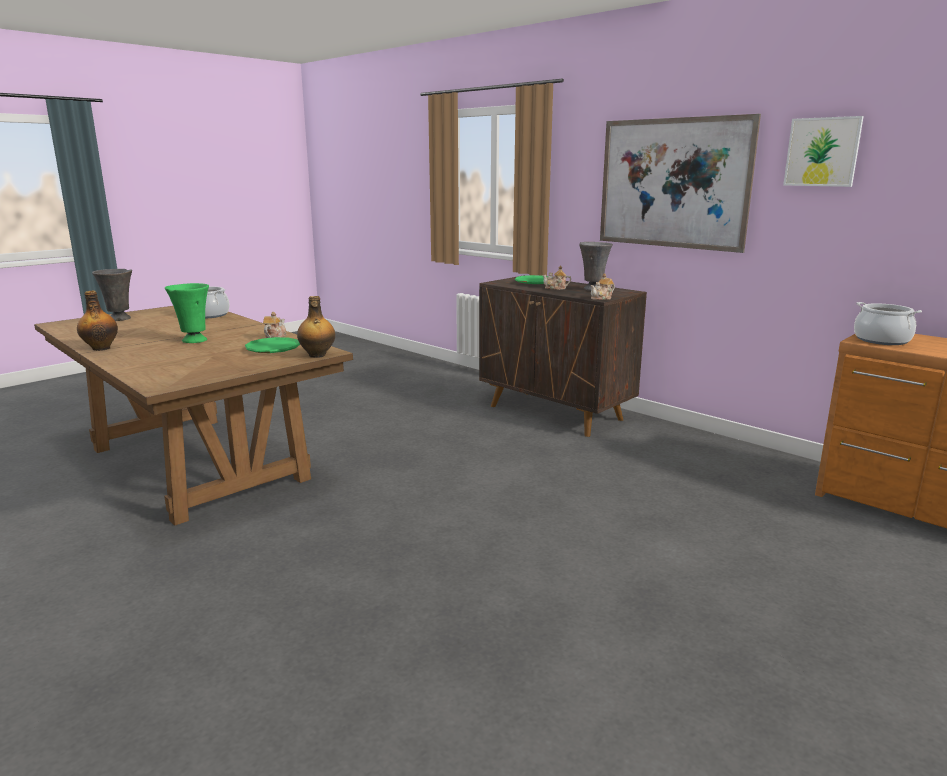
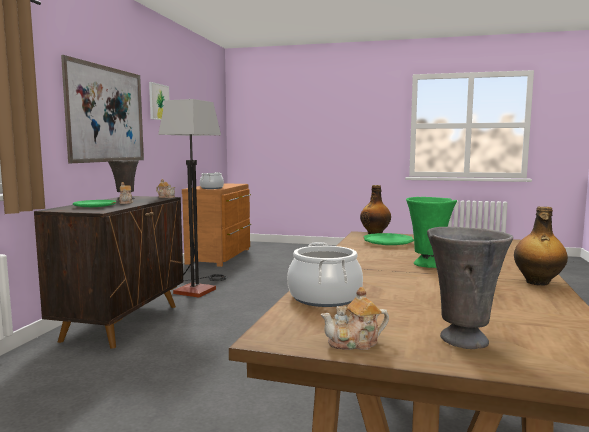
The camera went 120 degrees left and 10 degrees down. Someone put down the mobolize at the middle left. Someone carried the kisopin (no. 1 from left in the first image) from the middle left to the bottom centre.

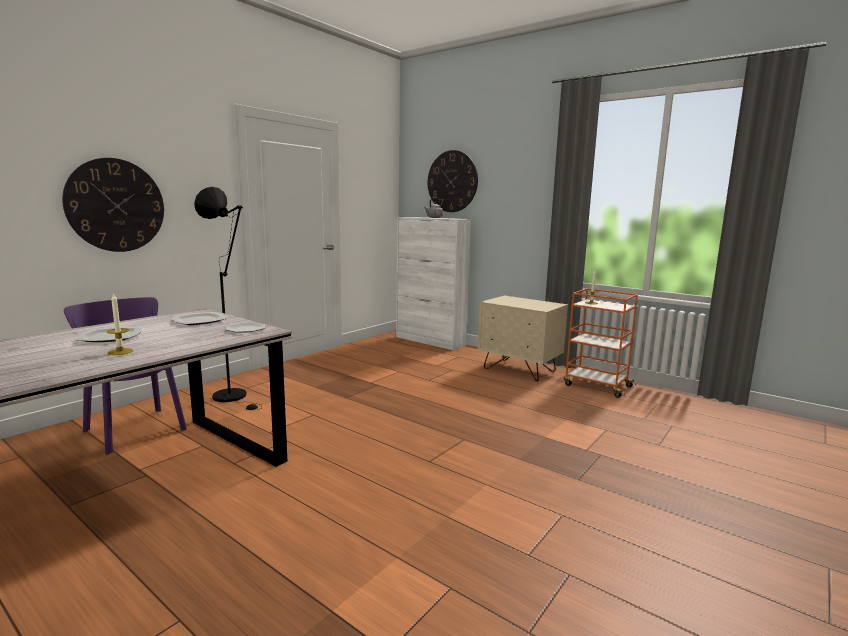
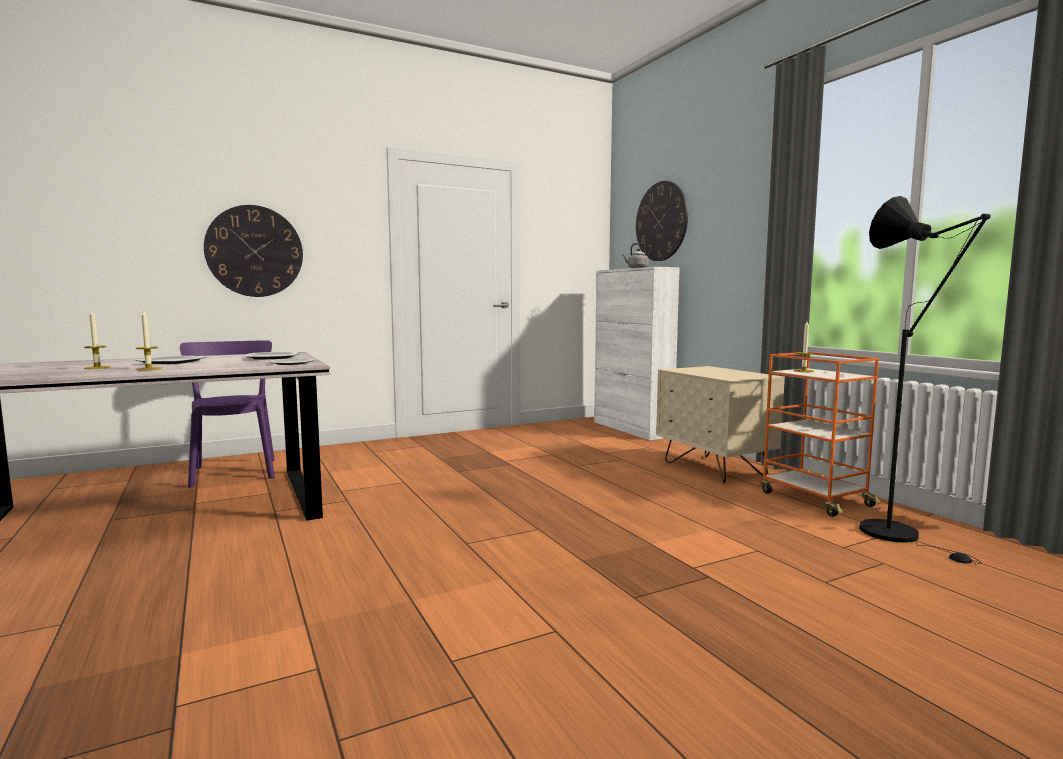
The camera went 25 degrees right and 5 degrees down. Someone put down the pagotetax (no. 1 from left) at the middle left. Someone carried the black_mobolize from the middle left to the middle right.

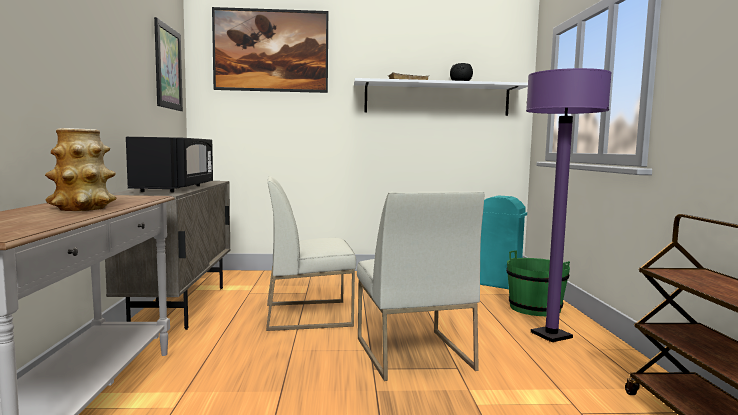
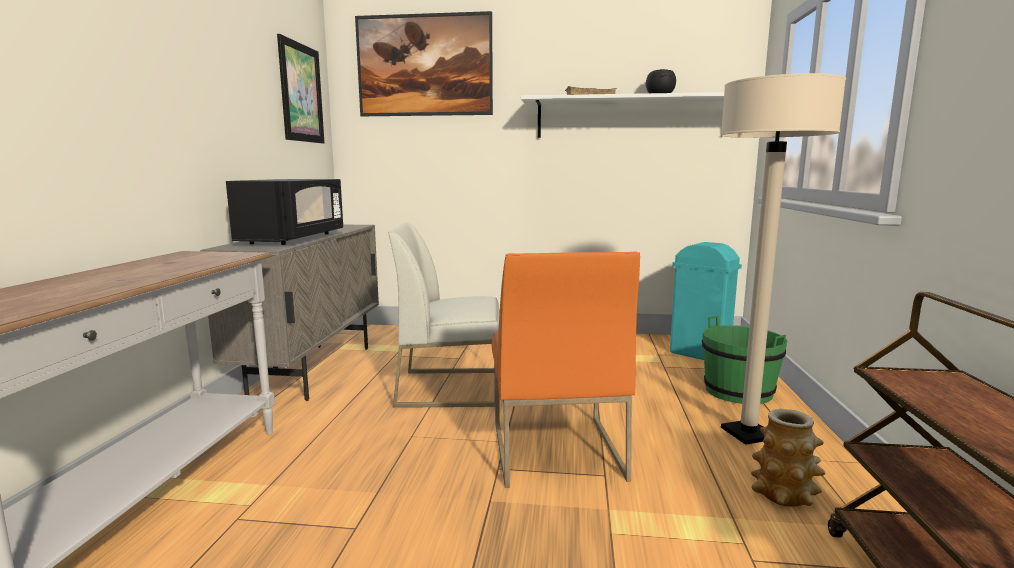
The camera went 10 degrees right and 5 degrees up. Someone carried the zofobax from the middle left to the bottom right. Someone repainted the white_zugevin (no. 2 from left) at the bottom centre, which became the orange_zugevin at the centre. Someone repainted the purple_mobolize at the middle right, which became the beige_mobolize at the middle right.

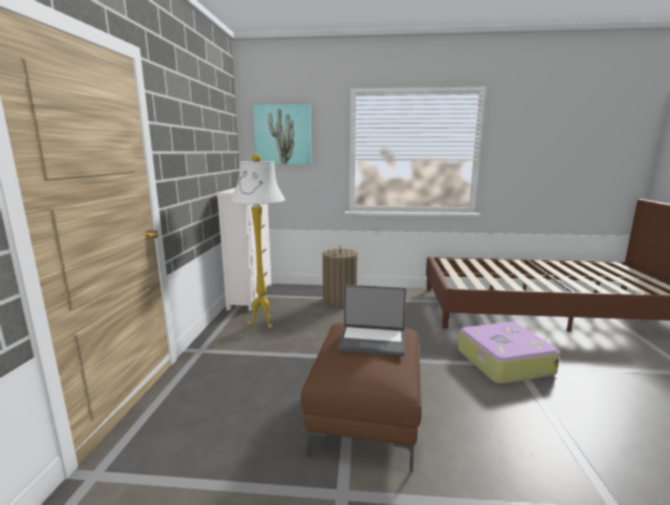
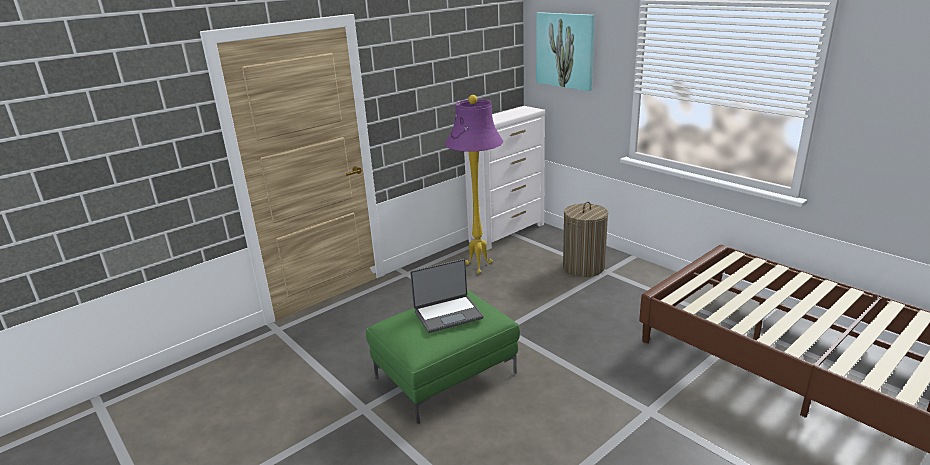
The camera went 45 degrees right and 10 degrees up. Someone took away the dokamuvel at the bottom right. Someone repainted the white_mobolize at the centre, which became the purple_mobolize at the centre. Someone repainted the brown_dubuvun at the bottom centre, which became the green_dubuvun at the bottom centre. Someone rotated the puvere at the centre by 75 degrees counterclockwise.

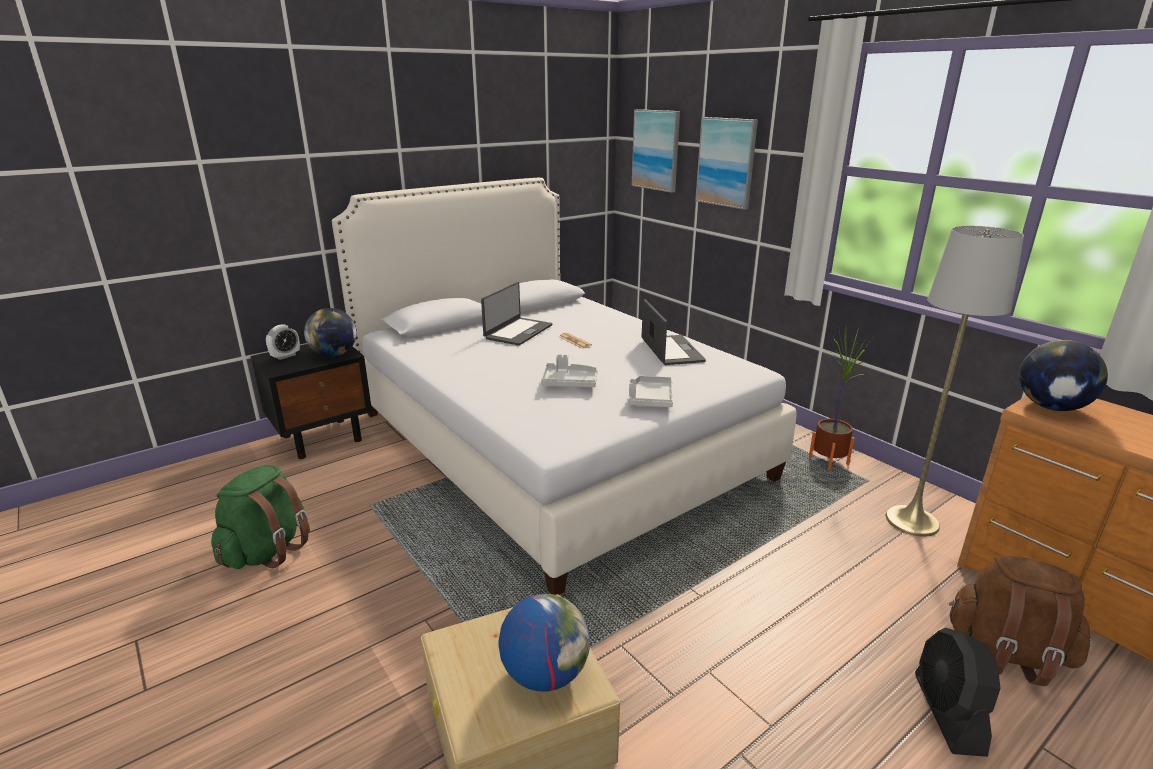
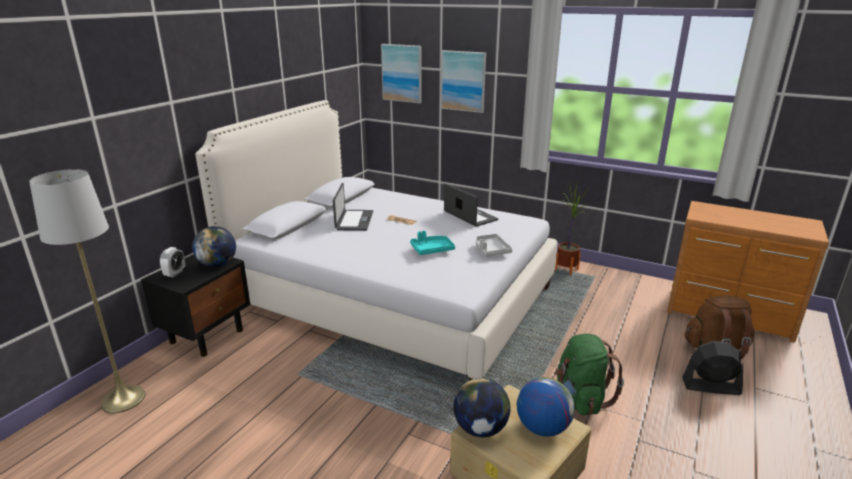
The camera went 25 degrees left and 0 degrees up. Someone carried the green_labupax from the bottom left to the bottom right. Someone carried the grey_mobolize from the middle right to the middle left. Someone carried the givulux (no. 3 from left in the first image) from the middle right to the bottom centre. Someone repainted the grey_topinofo (no. 1 from left) at the centre, which became the turquoise_topinofo at the centre. Someone rotated the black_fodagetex at the bottom right by 120 degrees clockwise.

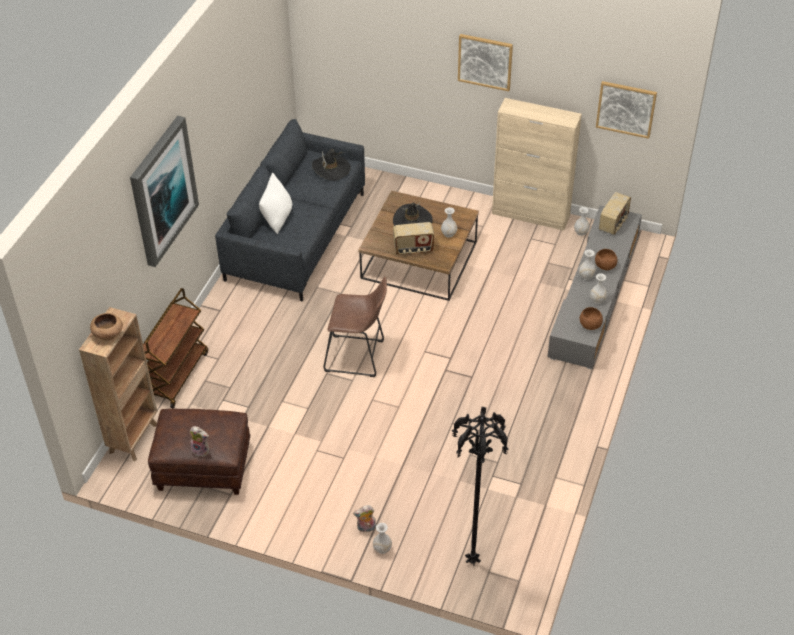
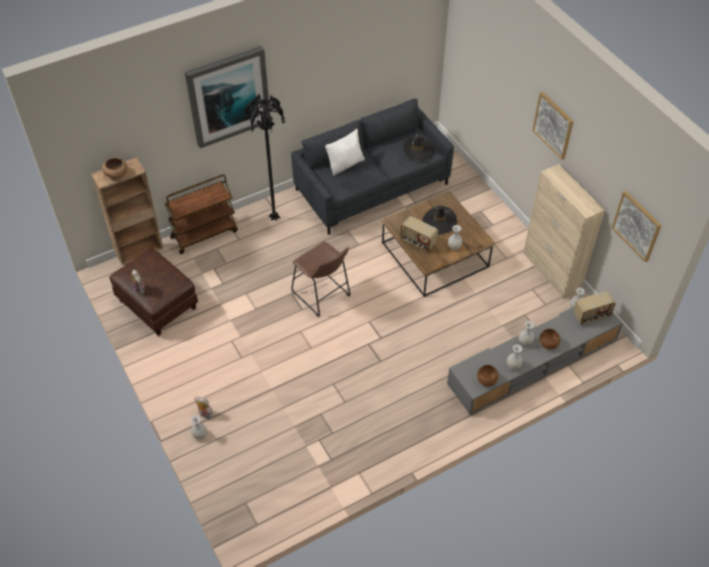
The camera went 40 degrees right and 5 degrees up. Someone carried the black_mobolize from the bottom centre to the top centre.

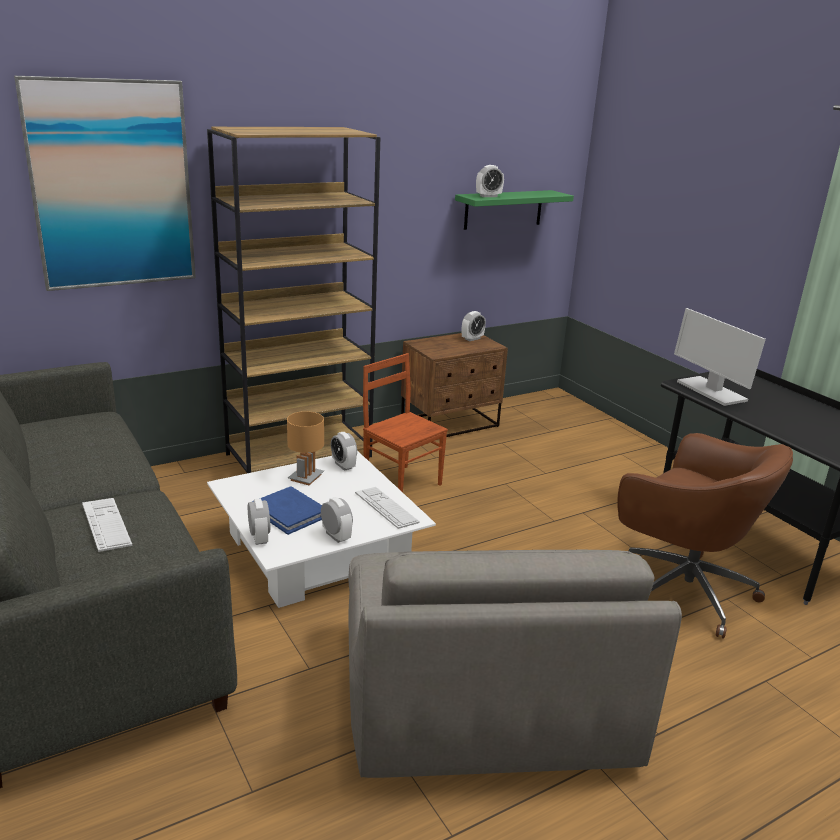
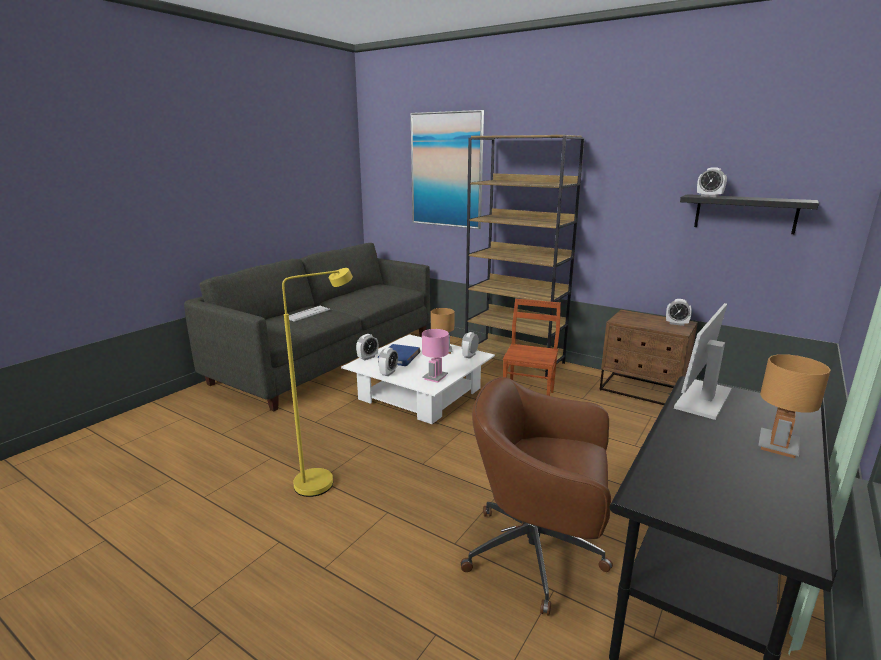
The camera went 65 degrees right and 5 degrees down. Someone put down the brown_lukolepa (no. 2 from left) at the middle right. Someone swapped the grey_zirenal at the bottom centre for the yellow_mobolize at the centre. Someone swapped the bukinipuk (no. 2 from left) at the centre for the pink_lukolepa at the centre. Someone repainted the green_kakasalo at the top centre, which became the black_kakasalo at the top right. Someone rotated the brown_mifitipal at the middle right by 90 degrees clockwise.

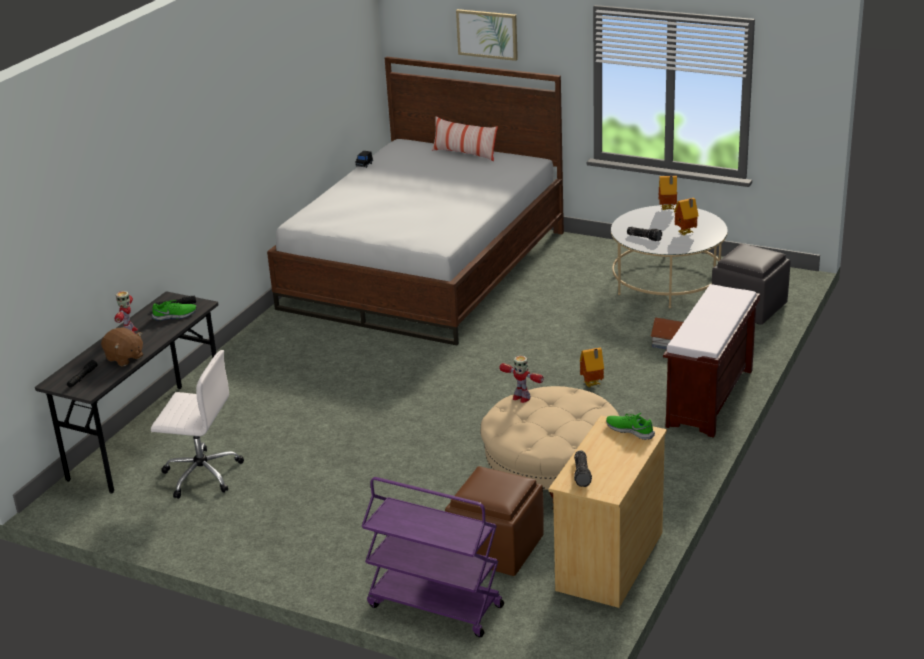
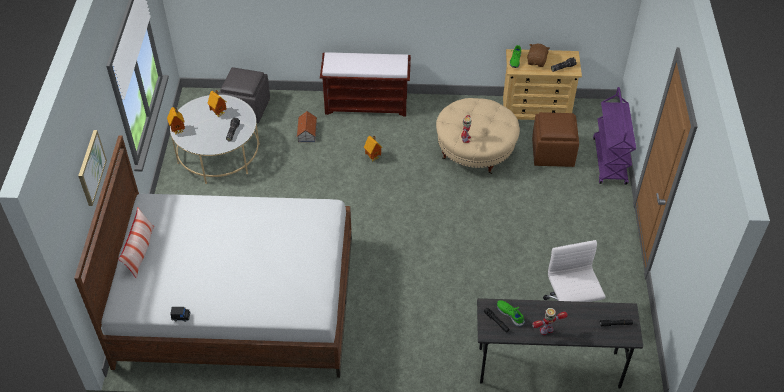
The camera went 115 degrees left and 20 degrees up. Someone carried the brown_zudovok from the middle left to the top right.

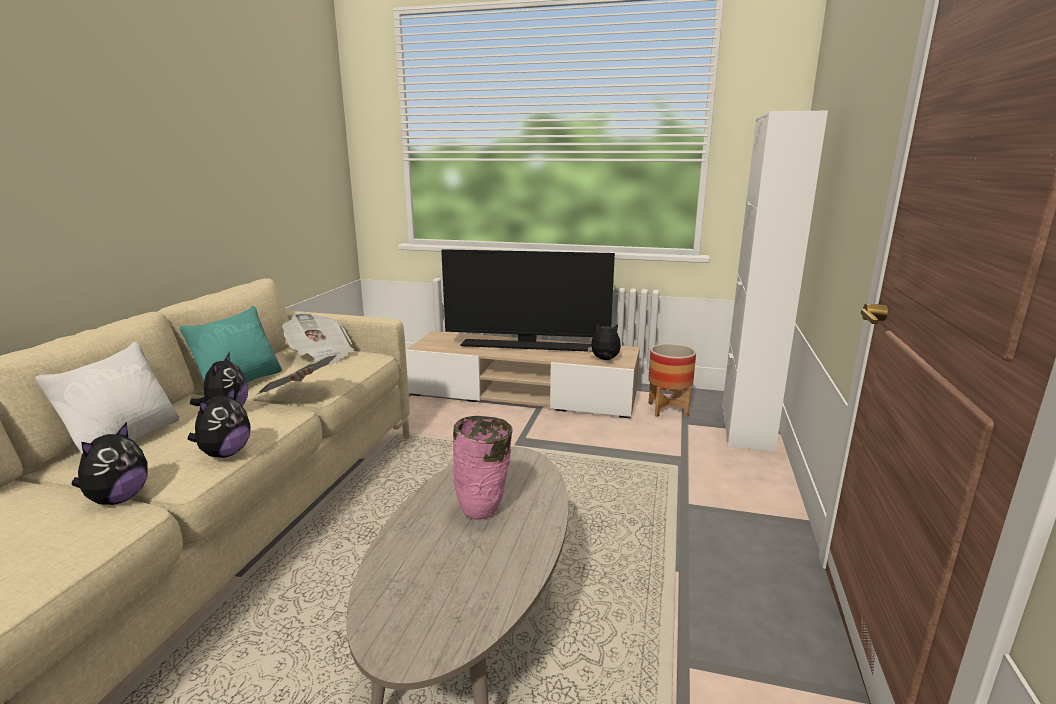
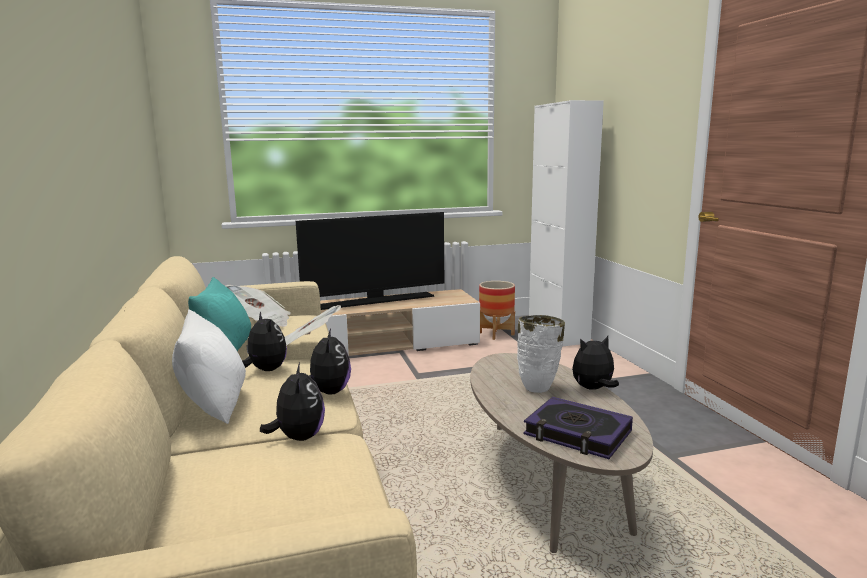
The camera went 30 degrees left and 5 degrees down. Someone put down the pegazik at the bottom right. Someone carried the zudovok (no. 4 from left) from the centre to the middle right. Someone repainted the pink_zofobax at the centre, which became the white_zofobax at the centre.

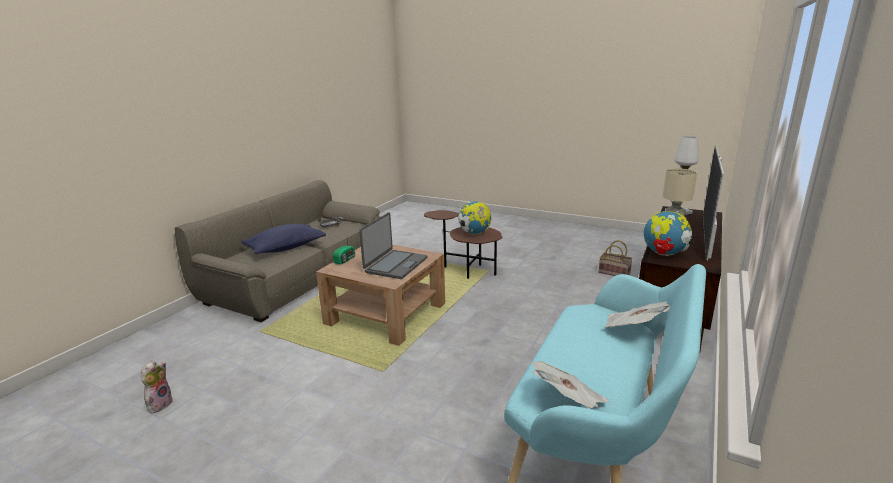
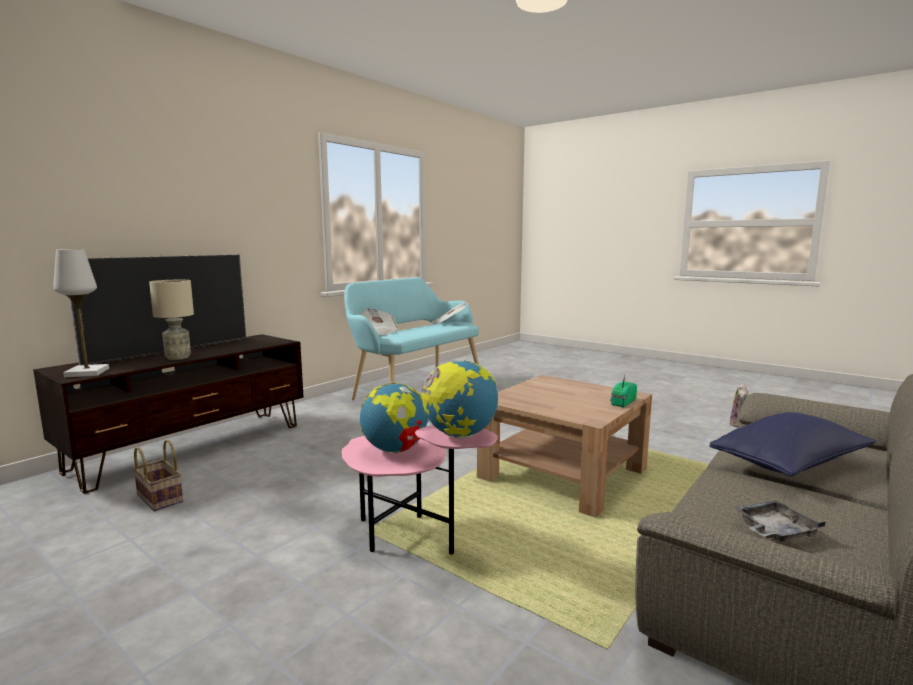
The camera went 170 degrees left and 10 degrees down. Someone took away the puvere at the centre. Someone carried the givulux (no. 2 from left) from the middle right to the centre. Someone repainted the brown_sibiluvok at the centre, which became the pink_sibiluvok at the bottom centre.

